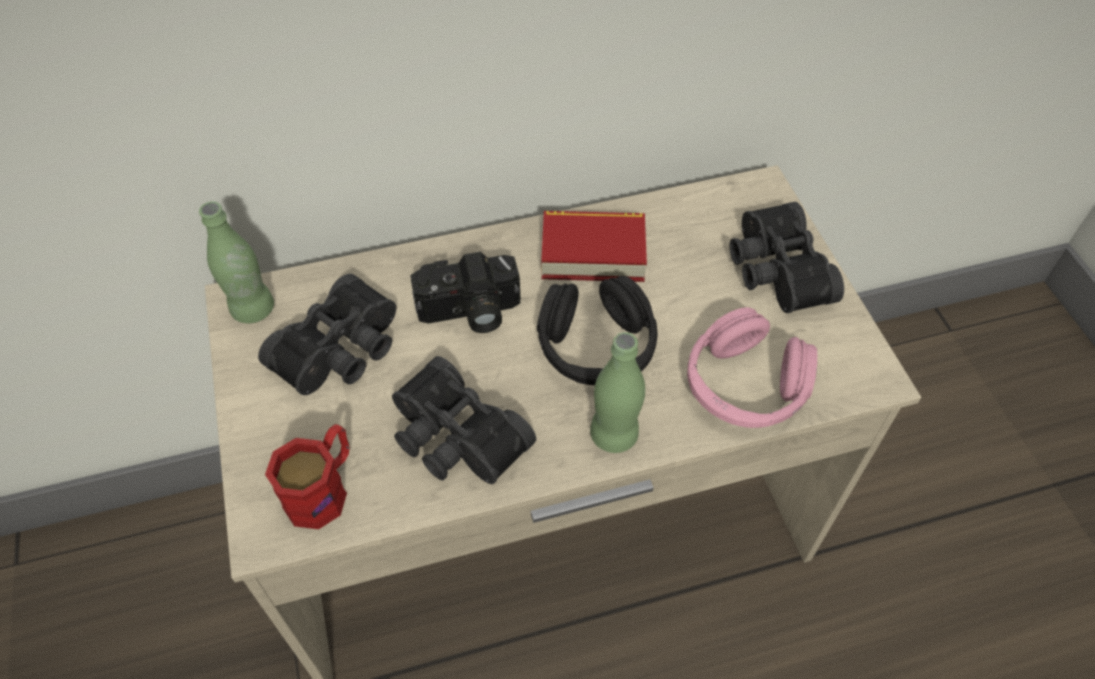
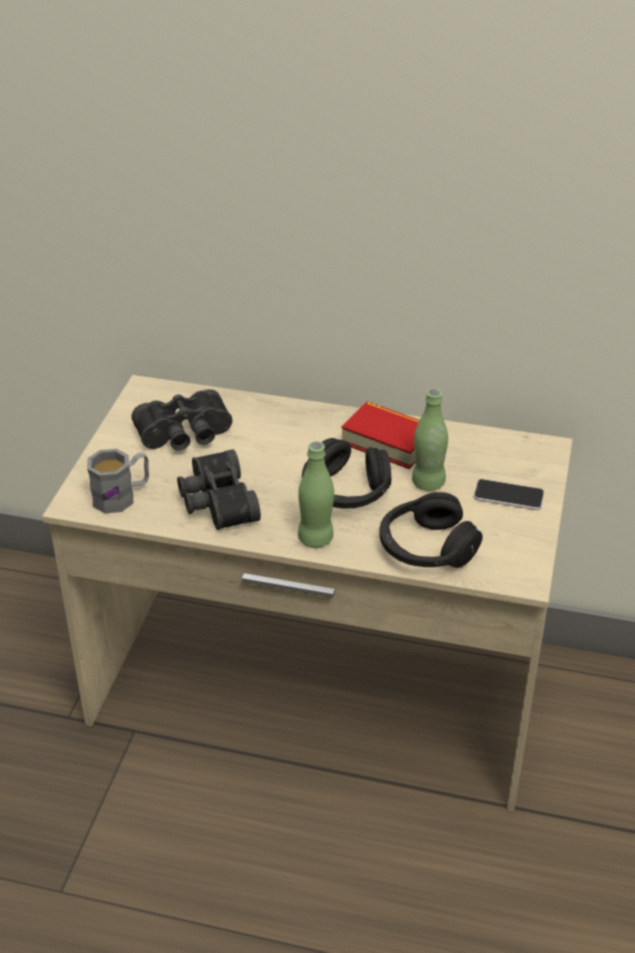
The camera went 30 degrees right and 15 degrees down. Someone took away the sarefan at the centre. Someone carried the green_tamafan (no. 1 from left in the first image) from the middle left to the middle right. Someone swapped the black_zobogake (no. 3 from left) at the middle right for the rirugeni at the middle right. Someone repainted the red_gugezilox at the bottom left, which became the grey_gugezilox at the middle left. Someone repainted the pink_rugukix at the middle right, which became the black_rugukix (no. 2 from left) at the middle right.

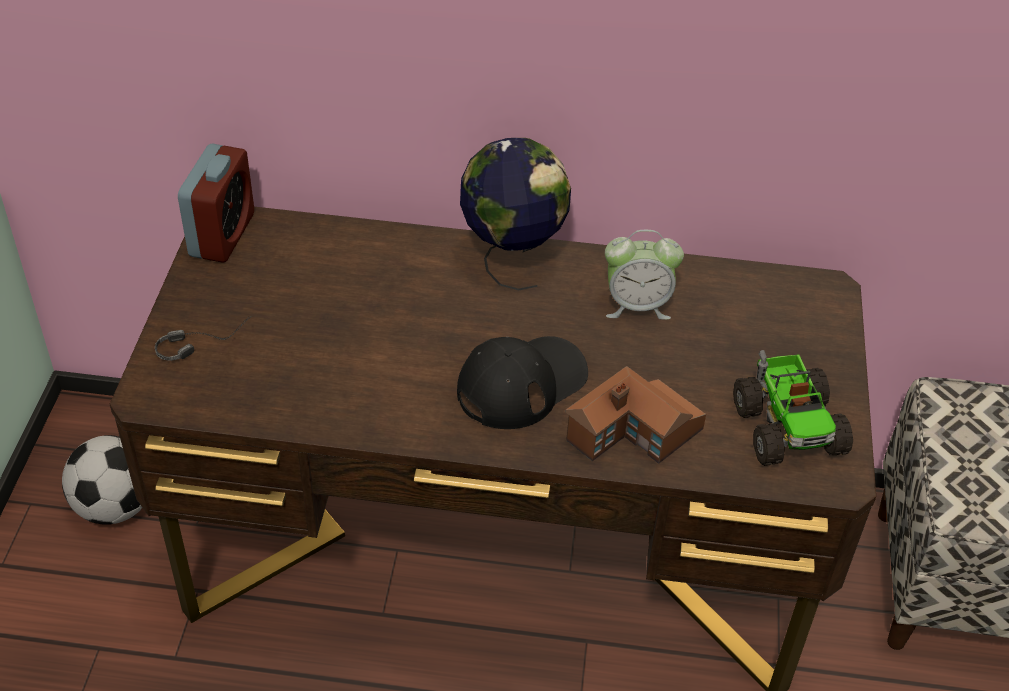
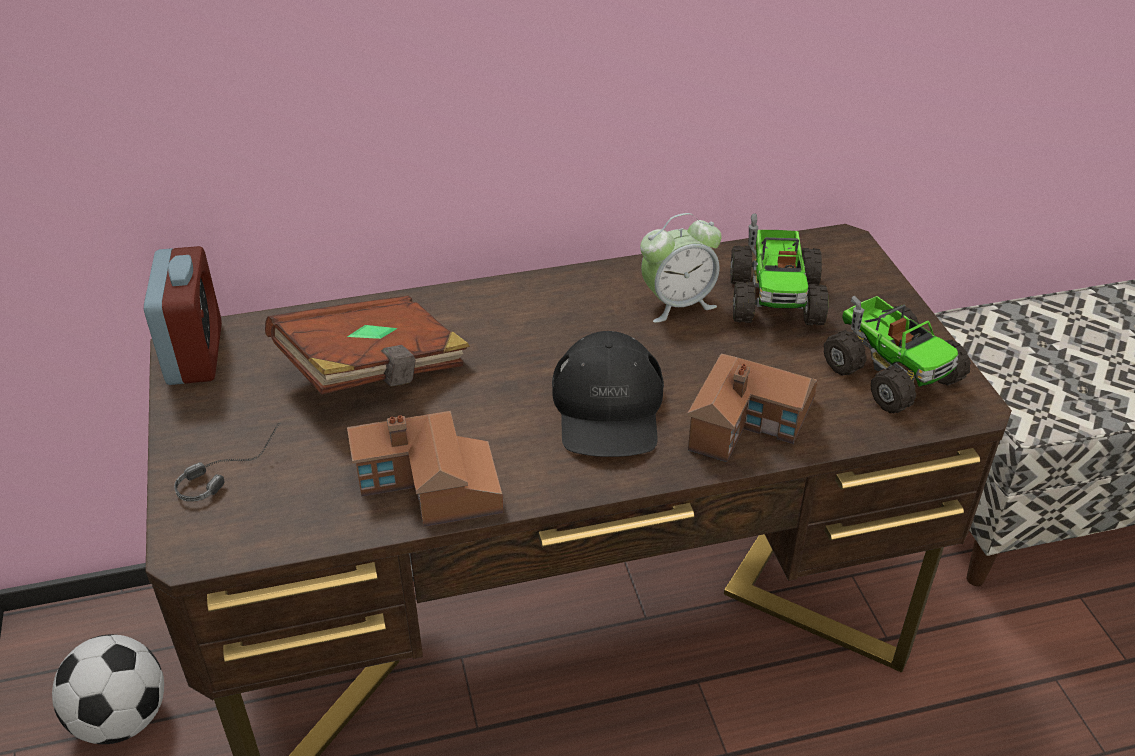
The camera went 20 degrees left and 5 degrees down. Someone took away the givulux at the top centre. Someone put down the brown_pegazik at the middle left. Someone put down the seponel (no. 1 from left) at the centre. Someone put down the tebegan (no. 1 from left) at the middle right. Someone rotated the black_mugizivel at the centre by 150 degrees clockwise.

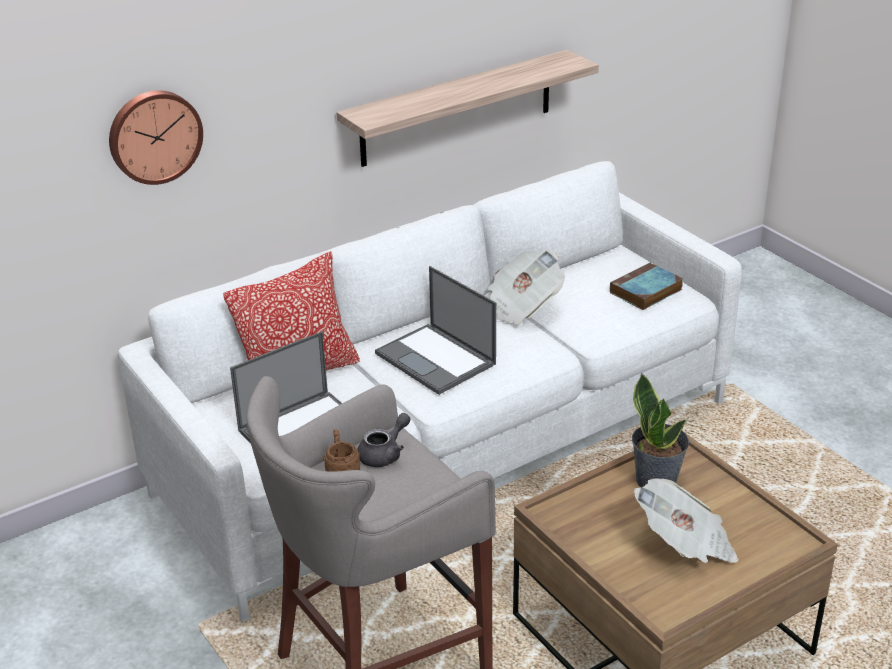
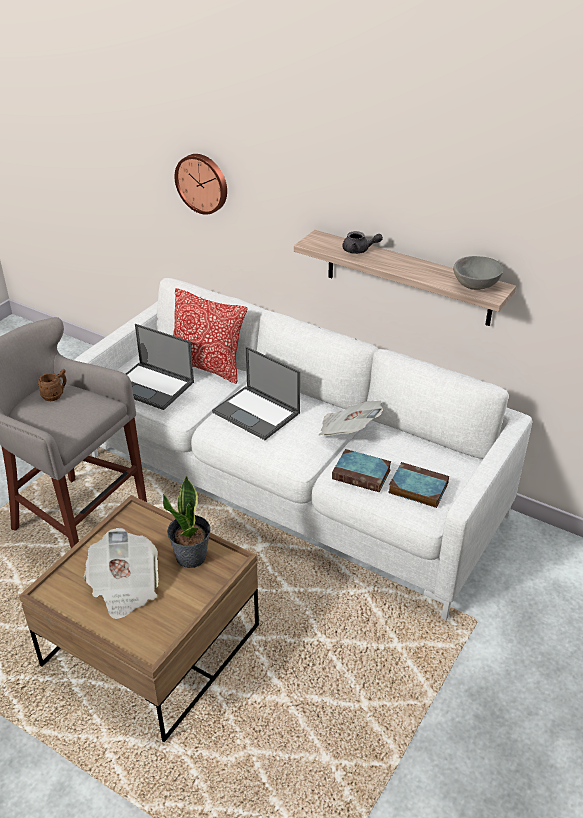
The camera went 65 degrees right and 5 degrees up. Someone put down the pegazik (no. 1 from left) at the centre. Someone put down the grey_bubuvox at the middle right. Someone carried the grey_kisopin from the centre to the top centre. Someone rotated the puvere (no. 2 from left) at the centre by 75 degrees counterclockwise.

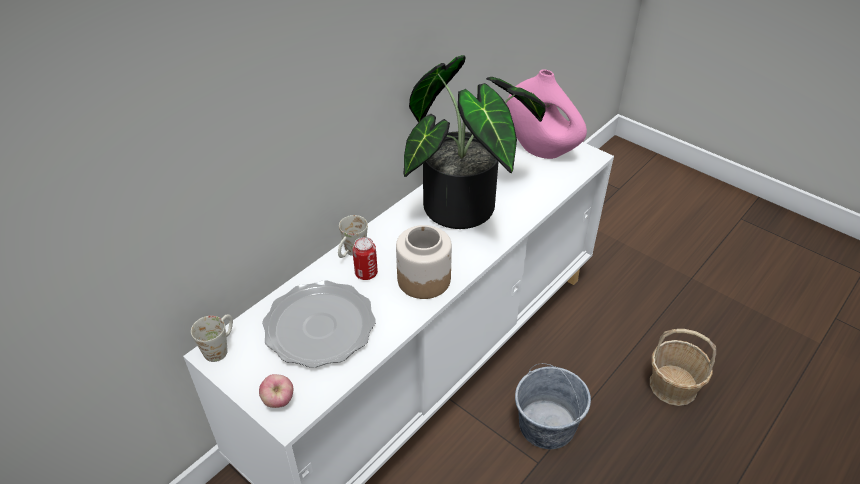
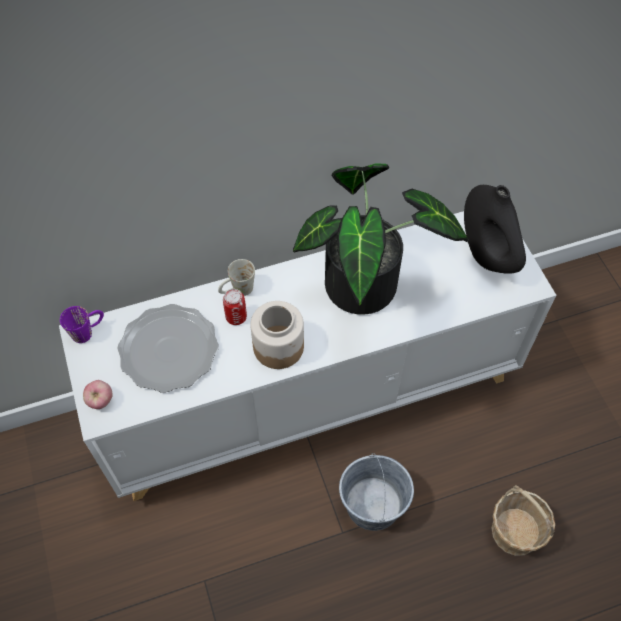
The camera went 30 degrees right and 15 degrees up. Someone repainted the white_gugezilox (no. 1 from left) at the bottom left, which became the purple_gugezilox at the middle left. Someone repainted the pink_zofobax at the top centre, which became the black_zofobax at the middle right.

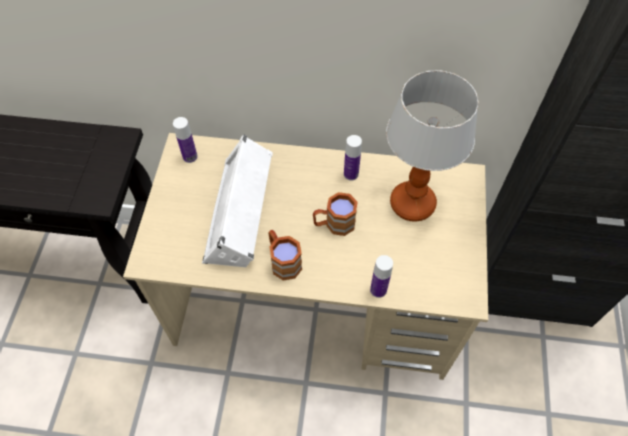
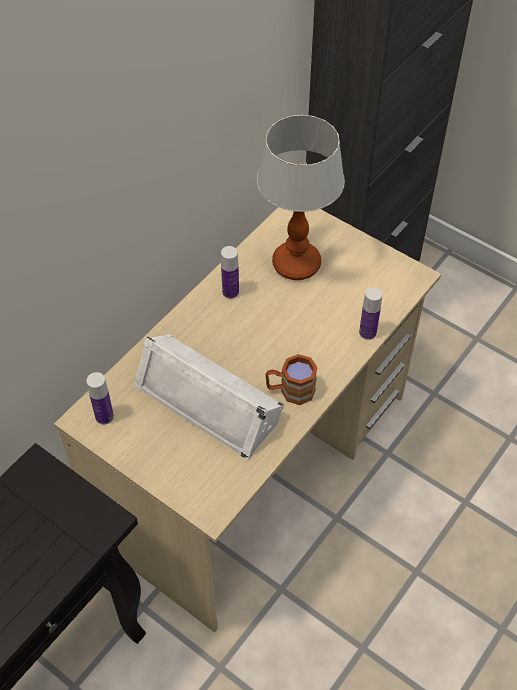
The camera went 60 degrees left and 5 degrees down. Someone took away the brown_gugezilox (no. 2 from left) at the centre.

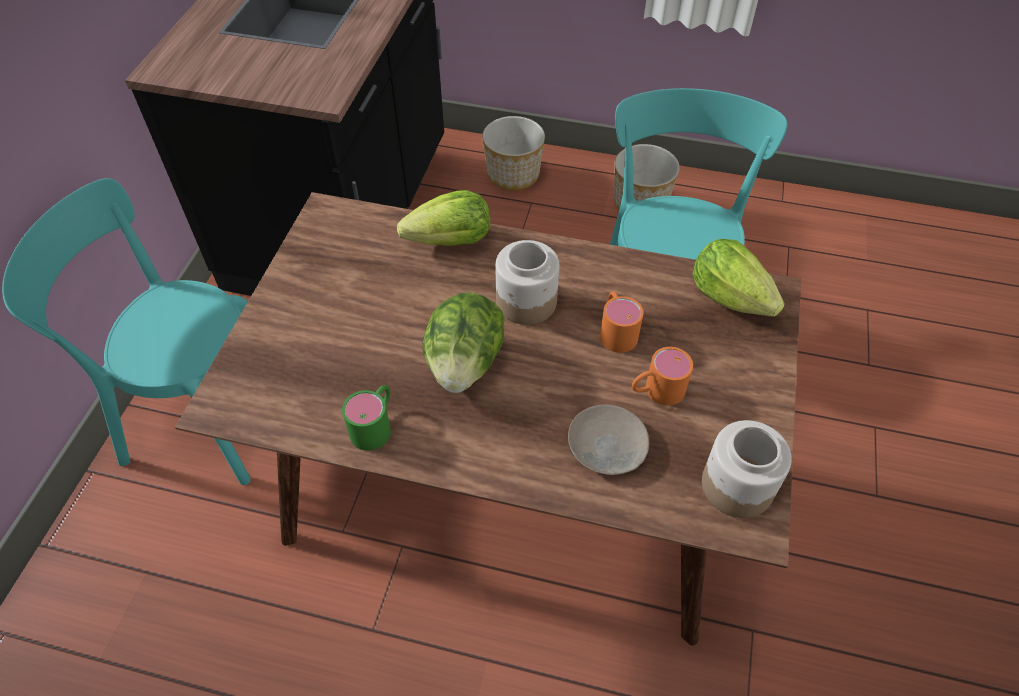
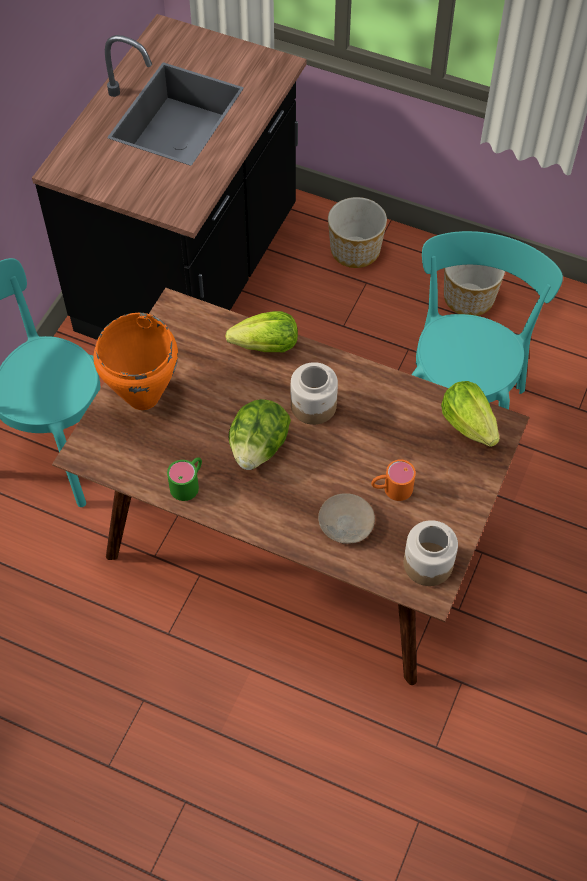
The camera went 10 degrees right and 5 degrees up. Someone took away the orange_gugezilox (no. 1 from left) at the centre. Someone put down the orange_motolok at the middle left.

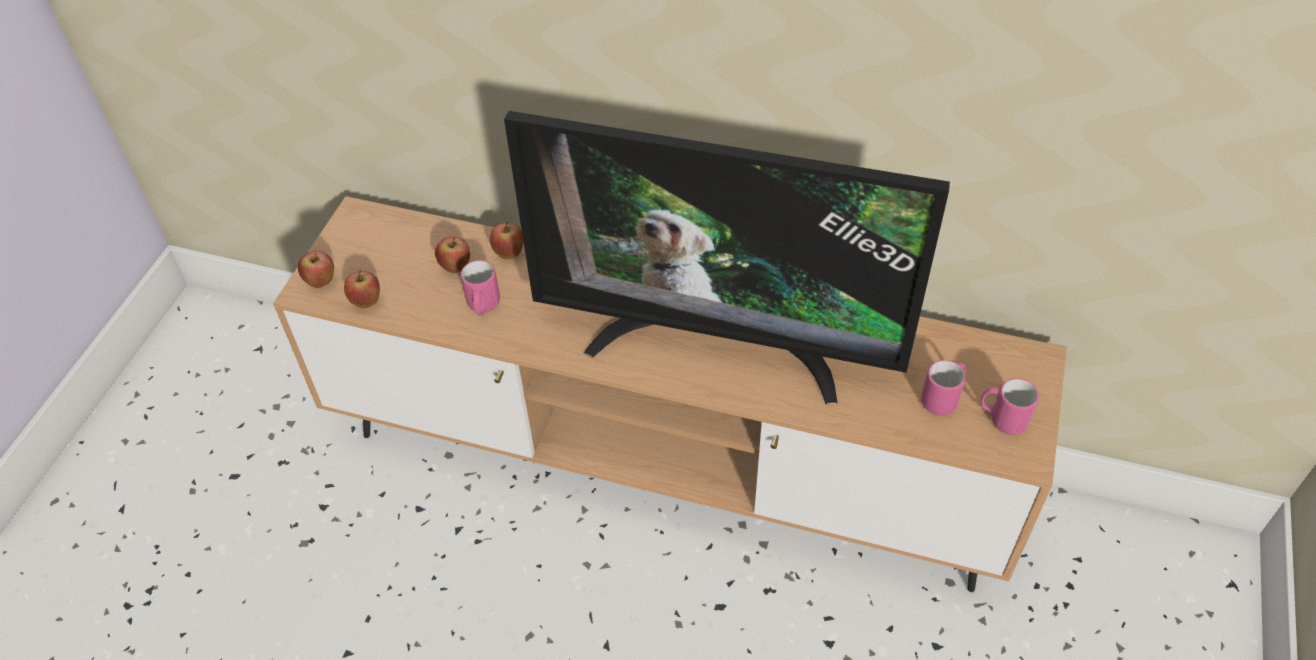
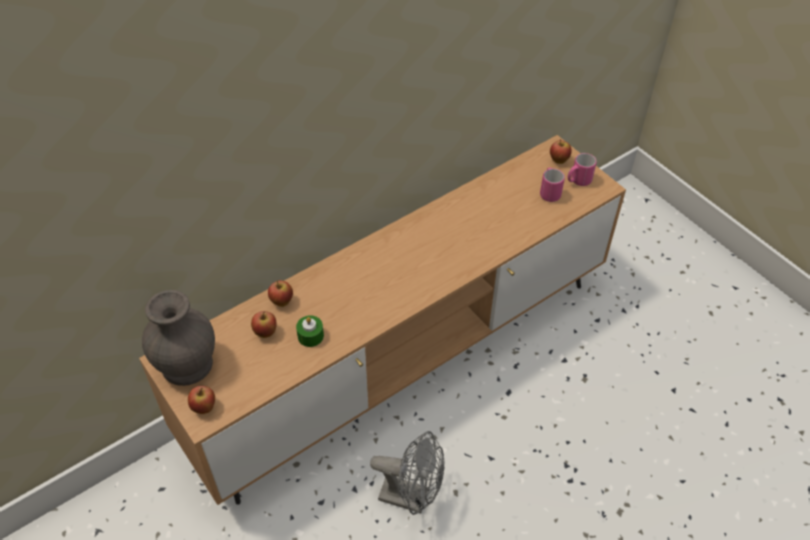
The camera went 55 degrees left and 0 degrees up. Someone took away the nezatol at the centre. Someone put down the grey_zofobax at the middle left. Someone put down the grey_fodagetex at the bottom centre. Someone carried the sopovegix (no. 2 from left in the first image) from the middle left to the top right. Someone swapped the pink_gugezilox (no. 1 from left) at the centre for the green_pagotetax at the centre.

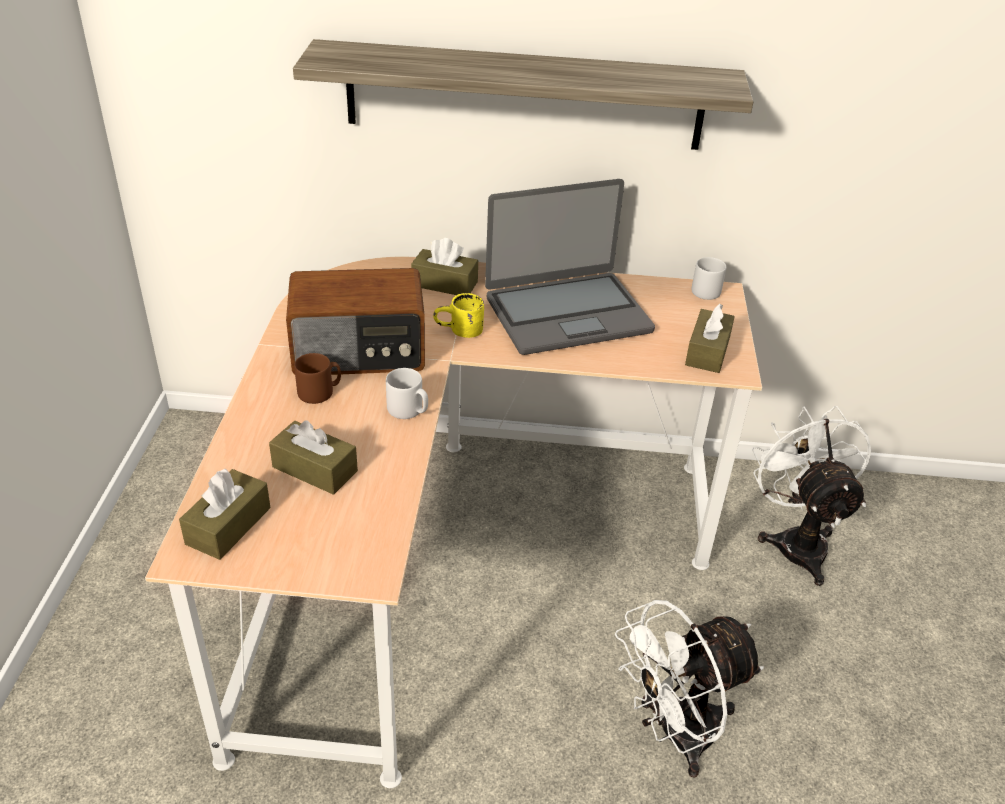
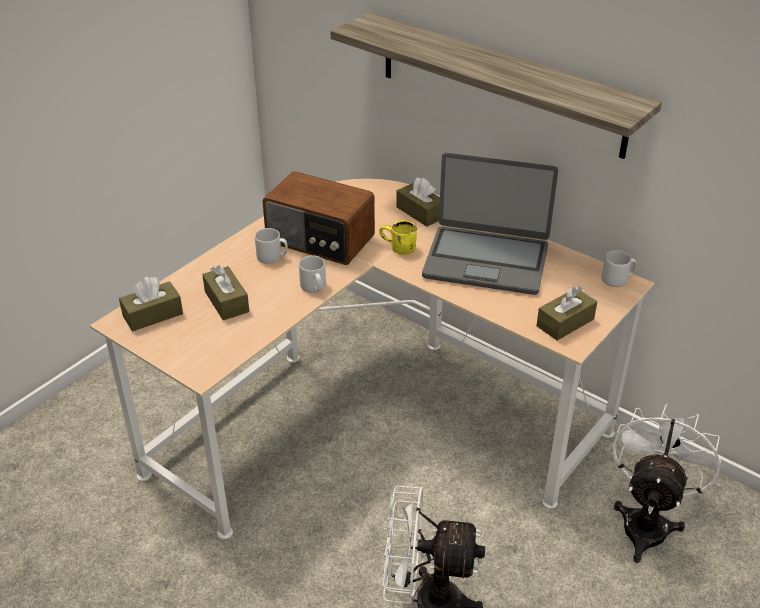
The camera went 35 degrees right and 0 degrees up. Someone repainted the brown_gugezilox at the middle left, which became the grey_gugezilox (no. 1 from left) at the centre.

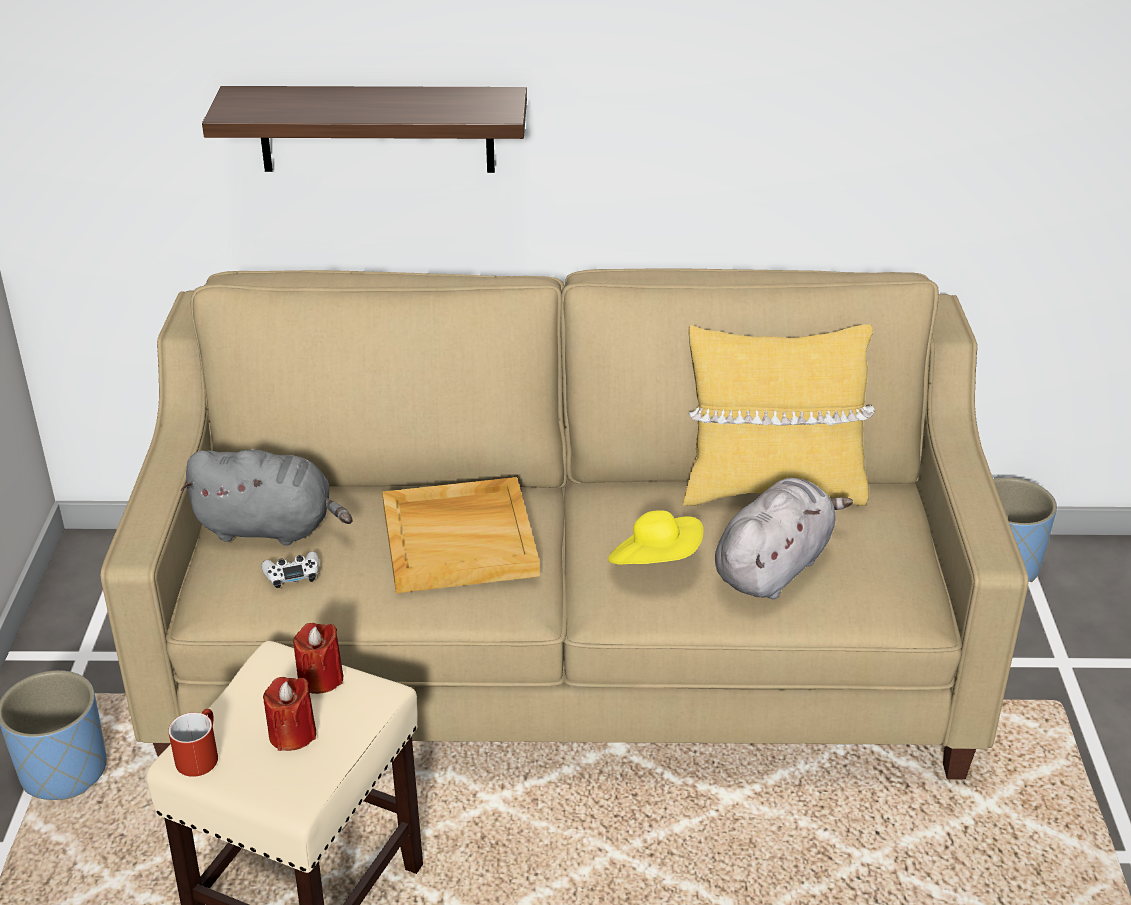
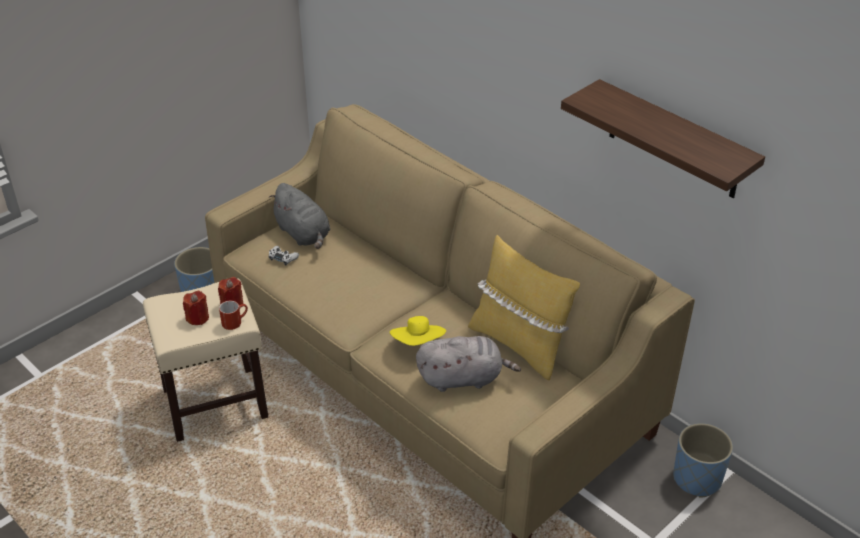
The camera went 45 degrees right and 5 degrees up. Someone took away the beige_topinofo at the centre. Someone carried the red_gugezilox from the bottom left to the middle left. Someone carried the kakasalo from the top left to the top right.

